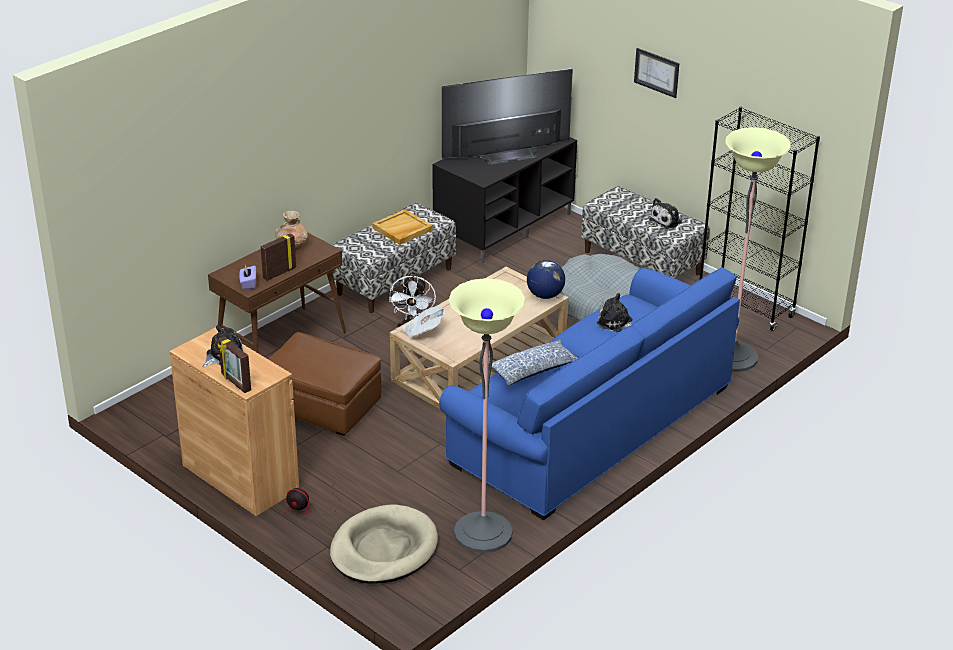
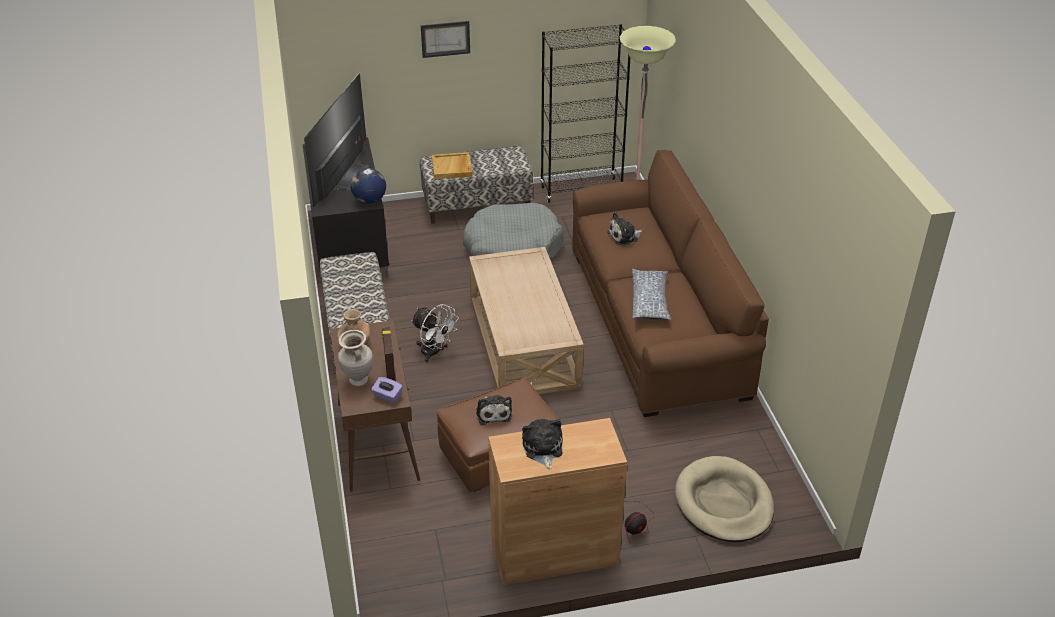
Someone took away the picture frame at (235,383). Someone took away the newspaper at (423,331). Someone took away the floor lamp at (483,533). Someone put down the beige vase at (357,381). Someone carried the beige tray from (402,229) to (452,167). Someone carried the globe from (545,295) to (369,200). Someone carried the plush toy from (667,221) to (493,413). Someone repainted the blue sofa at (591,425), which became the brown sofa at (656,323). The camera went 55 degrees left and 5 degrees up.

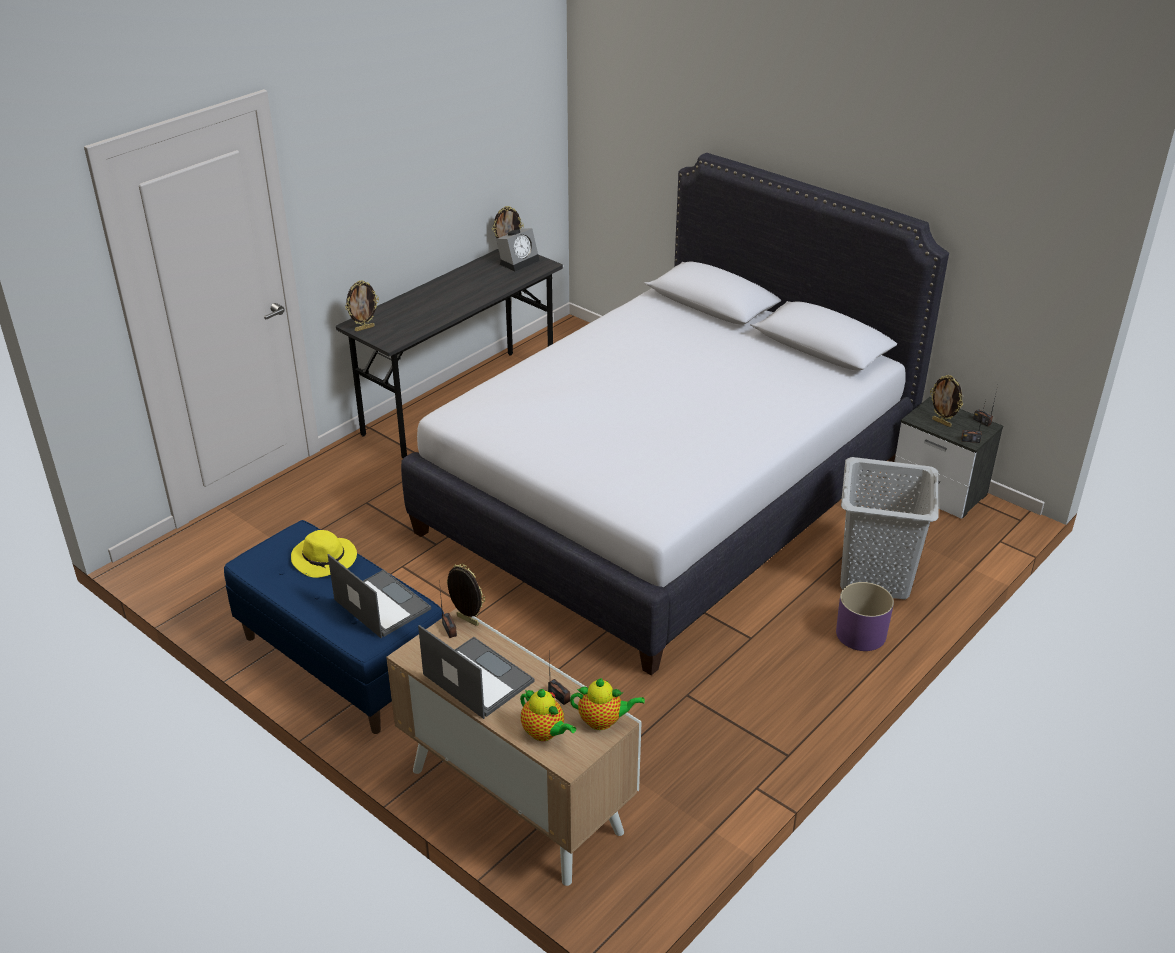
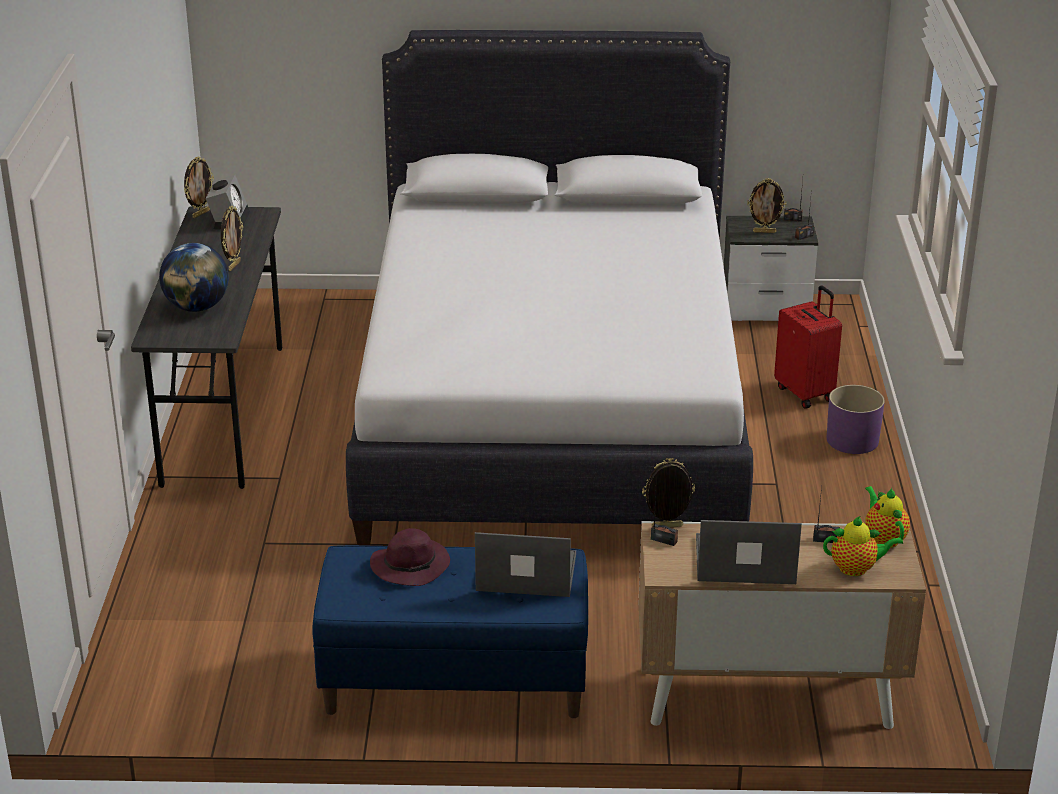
Someone put down the globe at (197,307). Someone carried the picture frame from (364,328) to (234,265). Someone swapped the grey laundry basket at (876,576) for the red suitcase at (806,393). Someone repainted the yellow hat at (325,559), which became the purple hat at (411,565). Someone rotated the teapot at (603,721) by 75 degrees counterclockwise. The camera went 40 degrees left and 5 degrees down.

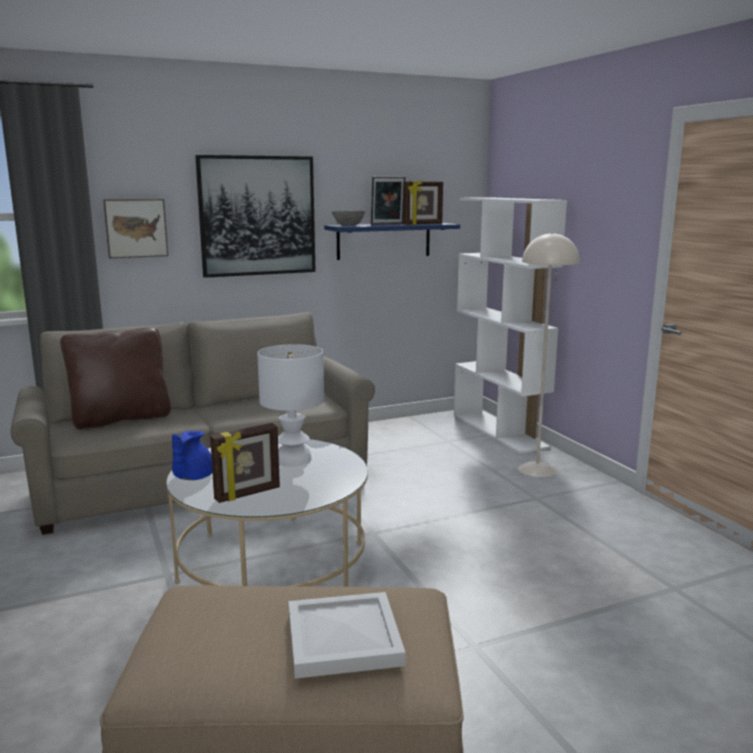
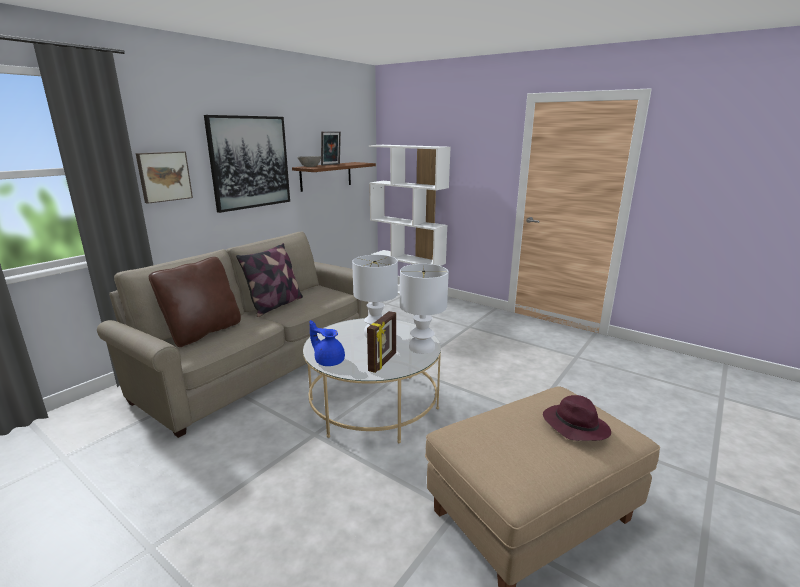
Someone took away the picture frame at (423,224). Someone took away the beige floor lamp at (537,469). Someone put down the pillow at (275,305). Someone put down the white table lamp at (422,347). Someone swapped the white tray at (341,637) for the purple hat at (574,426). Someone repainted the blue shelf at (384,240), which became the brown shelf at (326,176). Someone rotated the blue teapot at (191,477) by 135 degrees clockwise. The camera went 30 degrees left and 5 degrees up.

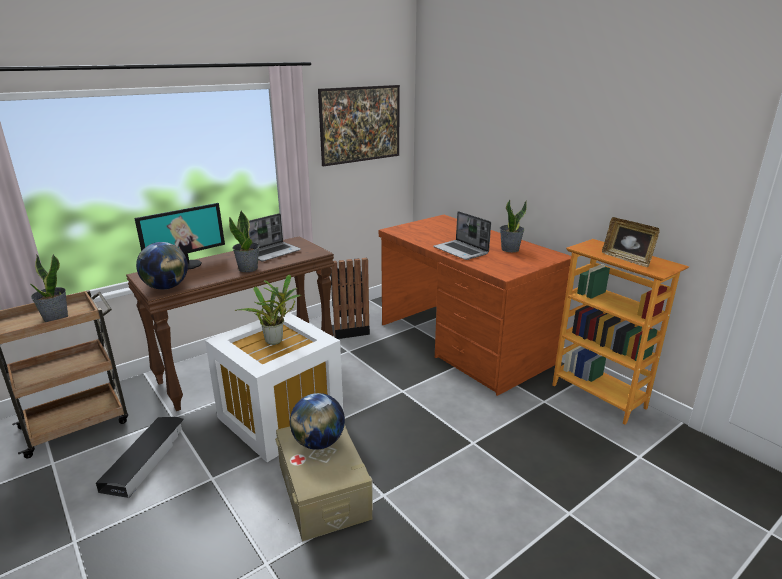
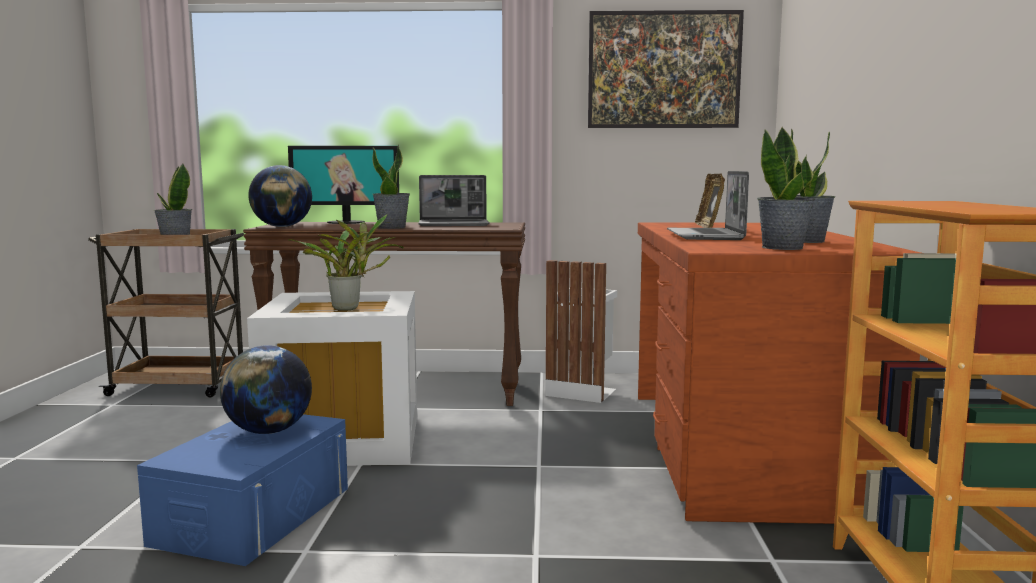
Someone took away the black storage box at (146,459). Someone put down the potted plant at (783,248). Someone carried the picture frame from (626,259) to (709,227). Someone repainted the beige storage box at (323,490), which became the blue storage box at (254,515). Someone repainted the black trash can at (348,329), which became the white trash can at (582,391). The camera went 40 degrees right and 15 degrees down.

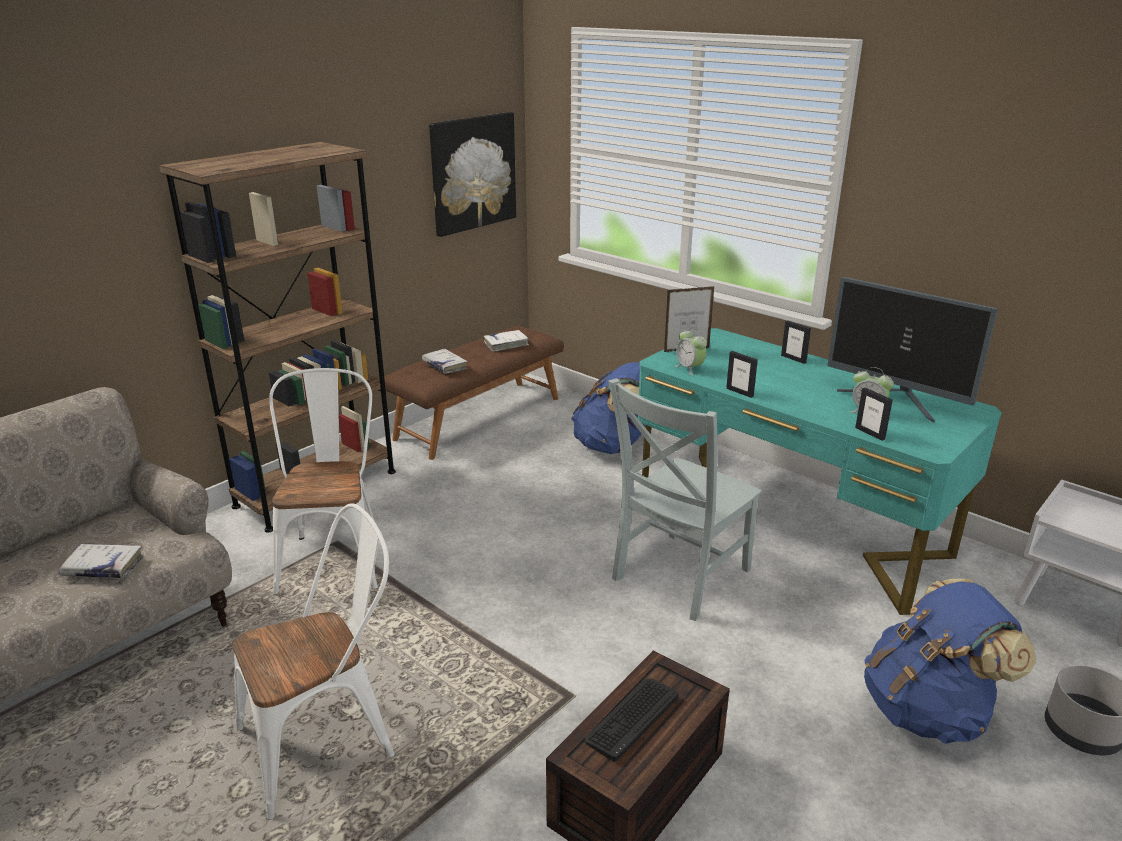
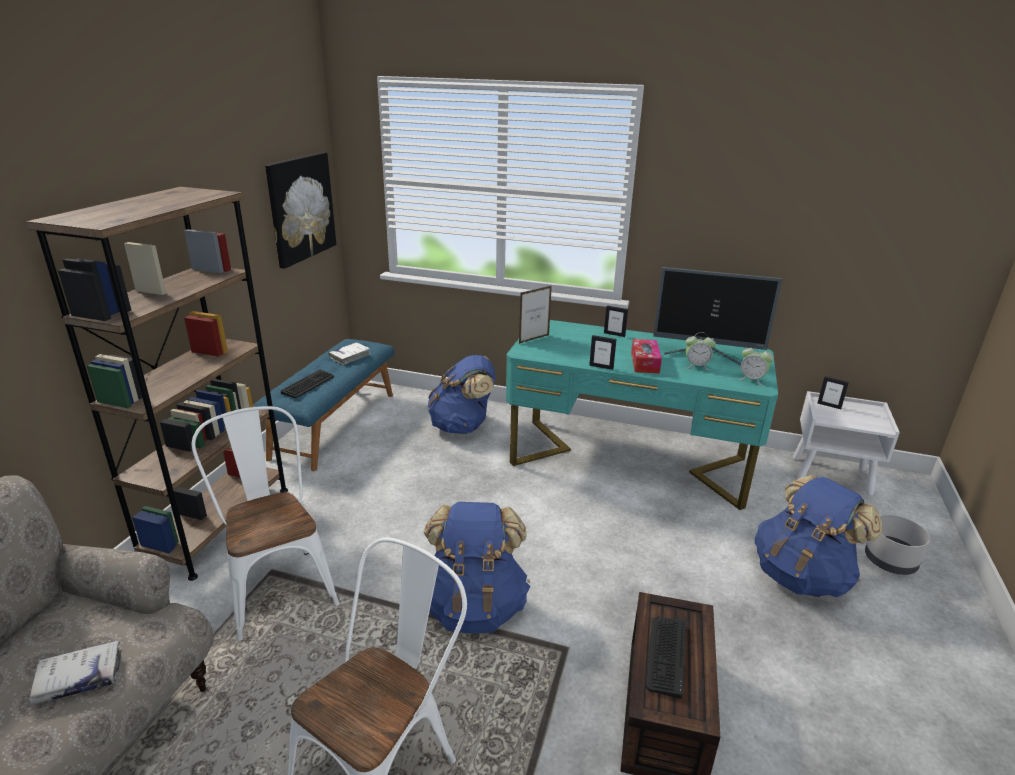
Someone took away the grey chair at (678,577). Someone put down the blue backpack at (474,606). Someone put down the tissue box at (644,362). Someone carried the alarm clock from (689,368) to (752,380). Someone carried the picture frame from (870,433) to (829,405). Someone swapped the white book at (444,366) for the keyboard at (308,384). Someone repainted the brown bench at (478,418), which became the blue bench at (334,424). The camera went 25 degrees left and 0 degrees up.

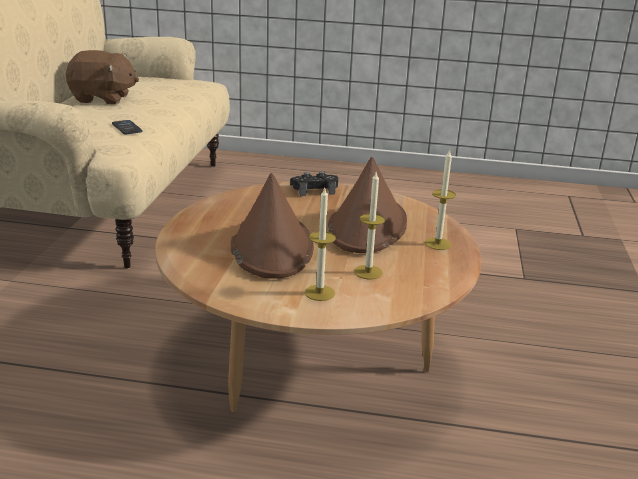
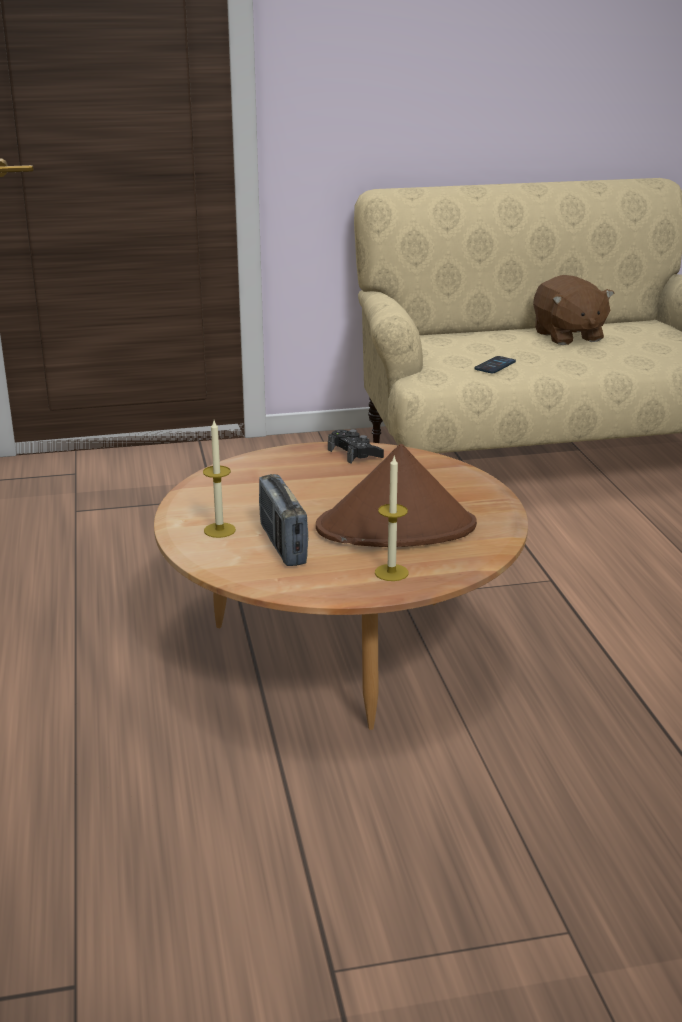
Someone took away the brown hat at (271,247). Someone carried the black game controller from (314,190) to (354,453). Someone swapped the candle at (368,272) for the radio at (282,545). The camera went 70 degrees right and 0 degrees up.

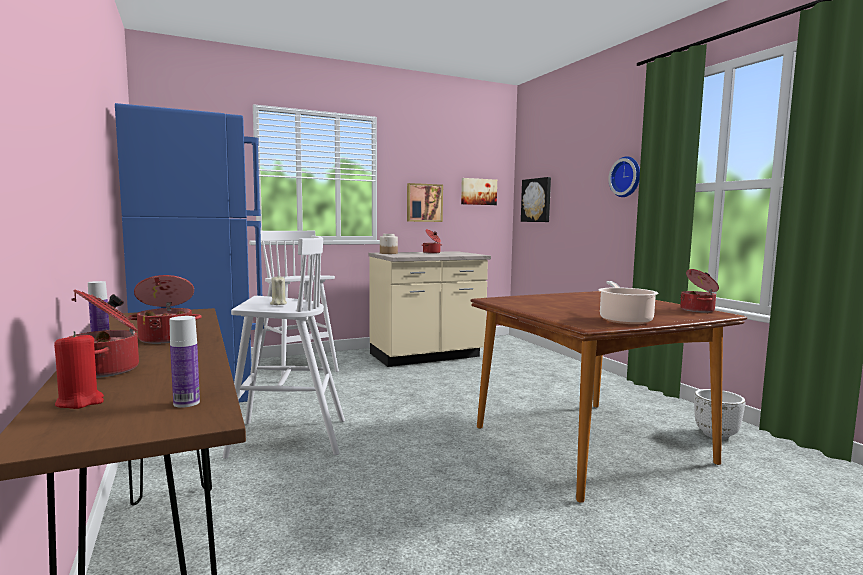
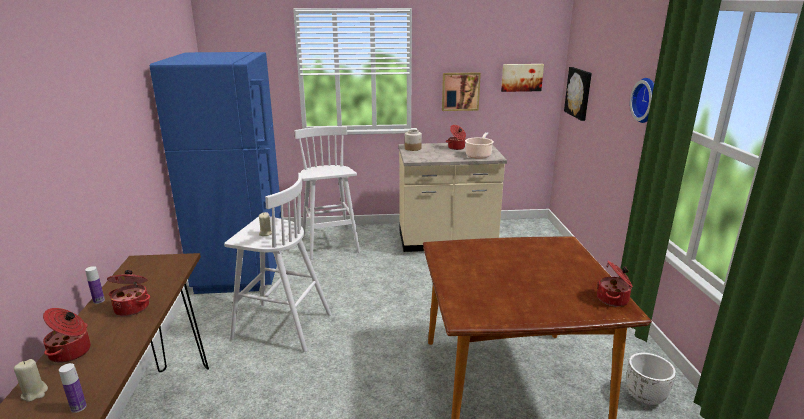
Someone carried the cooking pot from (624,320) to (478,155). Someone repainted the red candle at (80,402), which became the beige candle at (35,393). The camera went 20 degrees right and 15 degrees up.

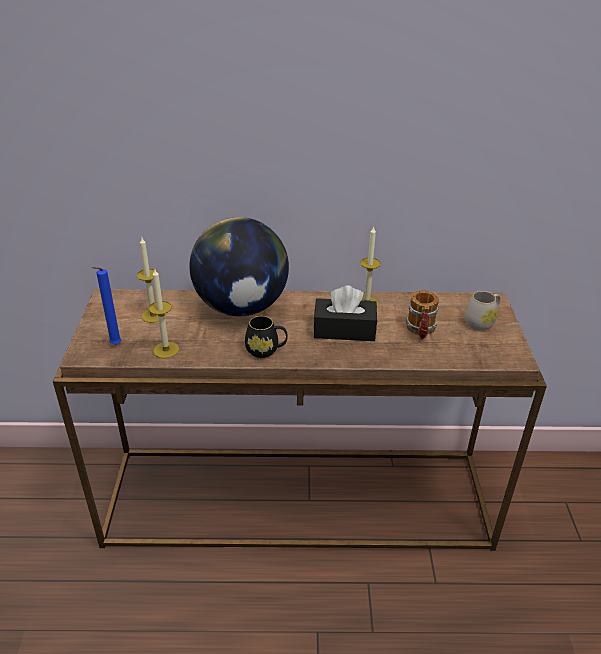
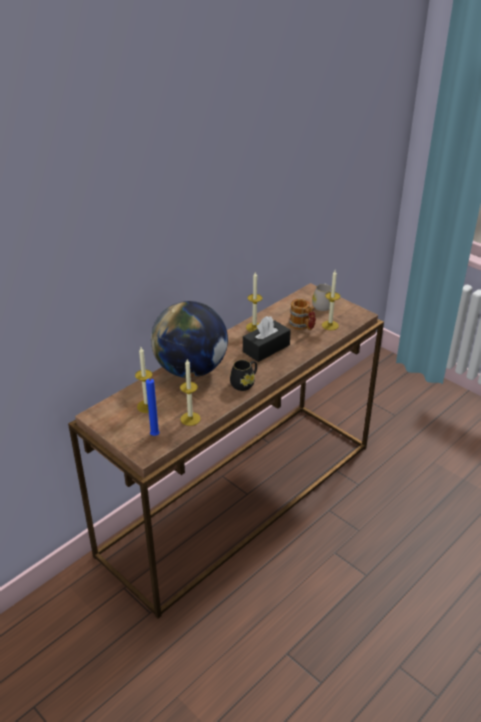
Someone put down the candle at (330,325). The camera went 45 degrees left and 0 degrees up.

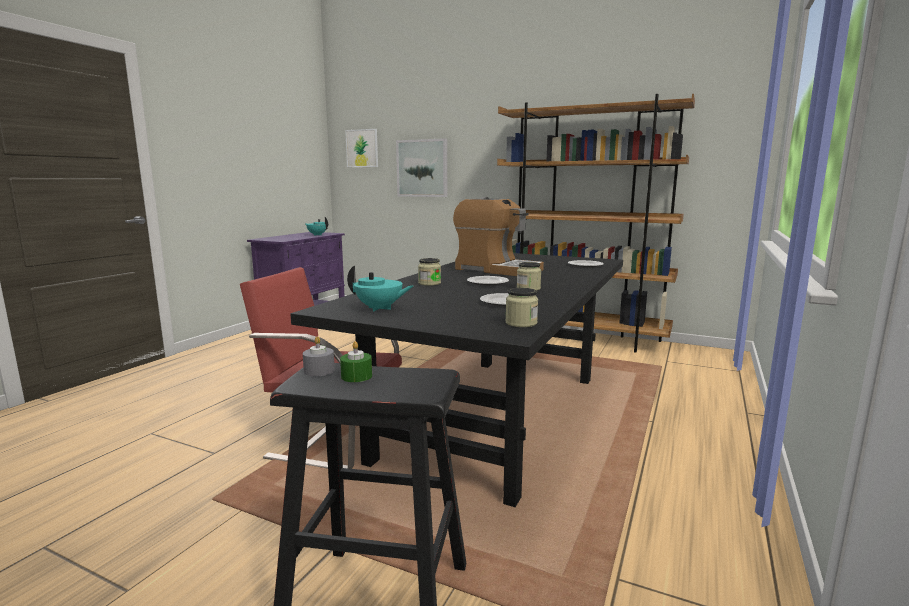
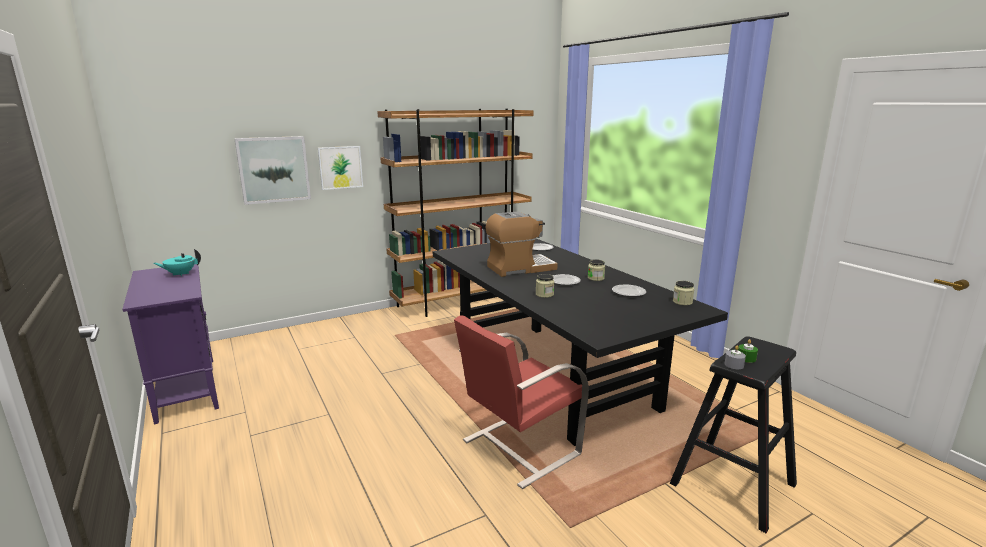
Someone took away the turquoise teapot at (379,308). Someone carried the picture from (362,148) to (340,167). The camera went 55 degrees left and 5 degrees up.

